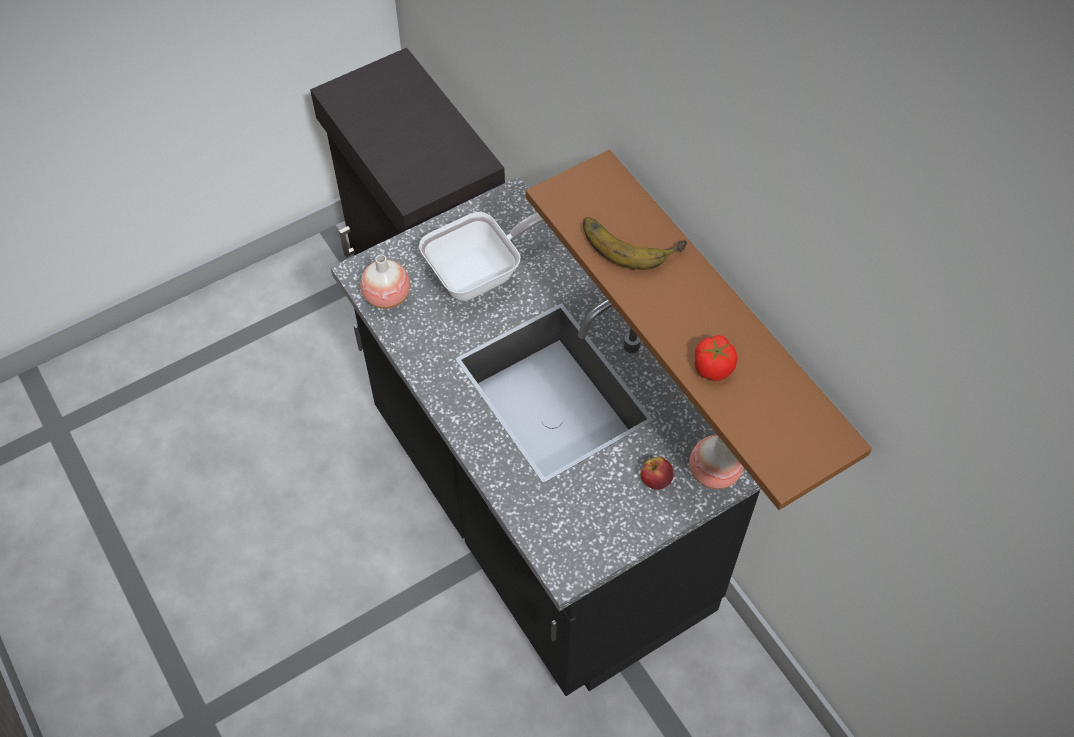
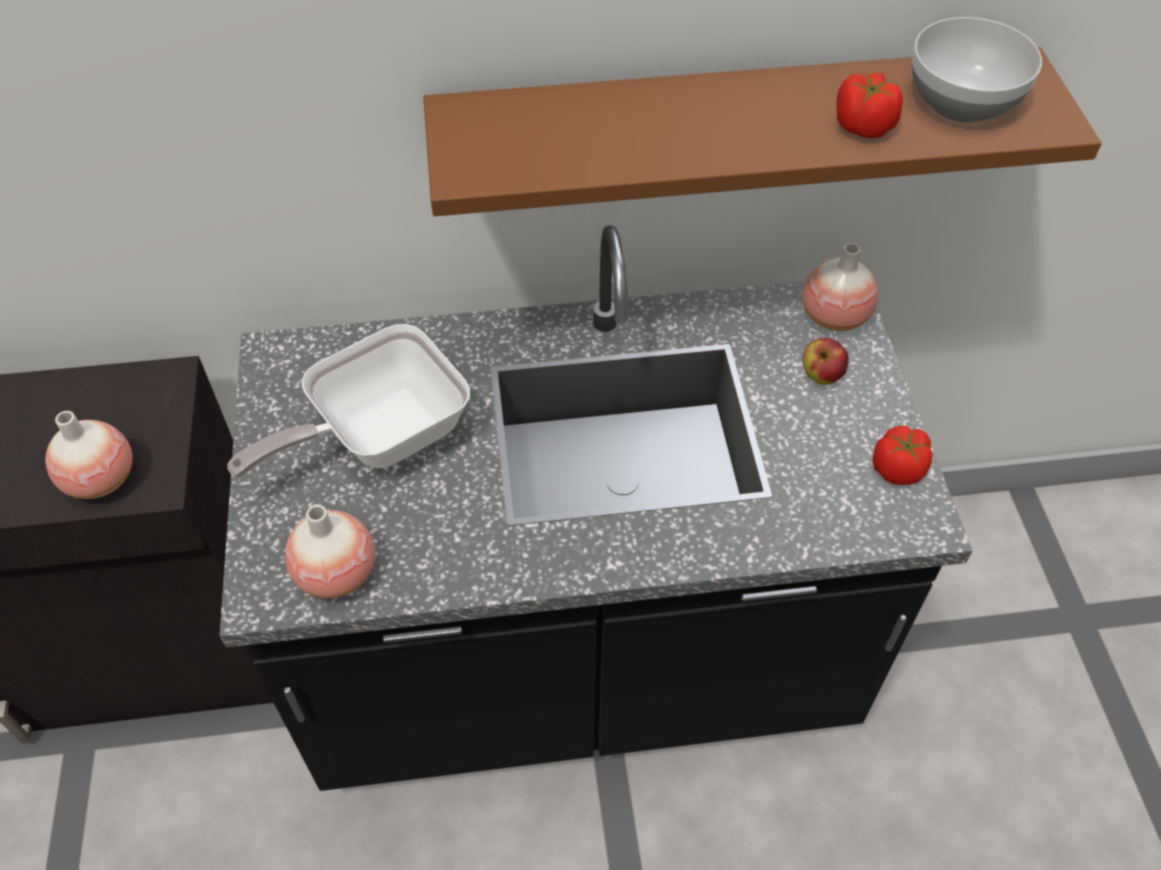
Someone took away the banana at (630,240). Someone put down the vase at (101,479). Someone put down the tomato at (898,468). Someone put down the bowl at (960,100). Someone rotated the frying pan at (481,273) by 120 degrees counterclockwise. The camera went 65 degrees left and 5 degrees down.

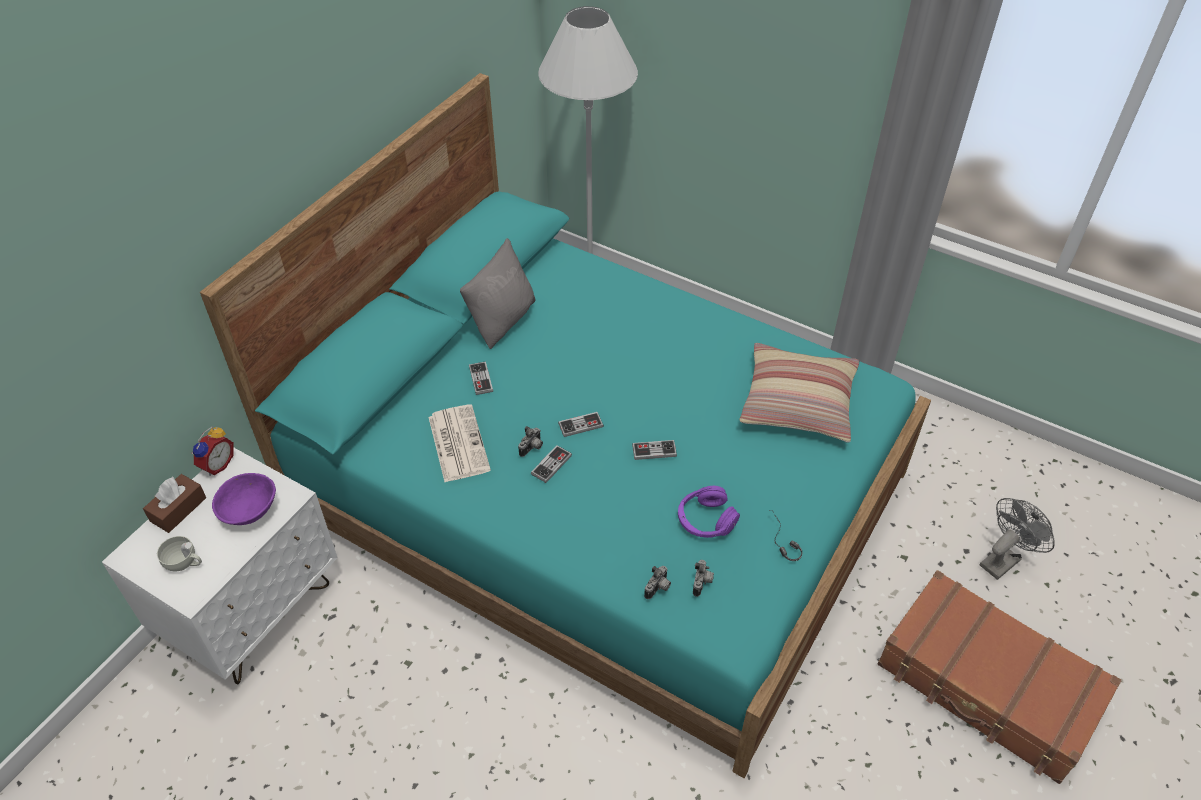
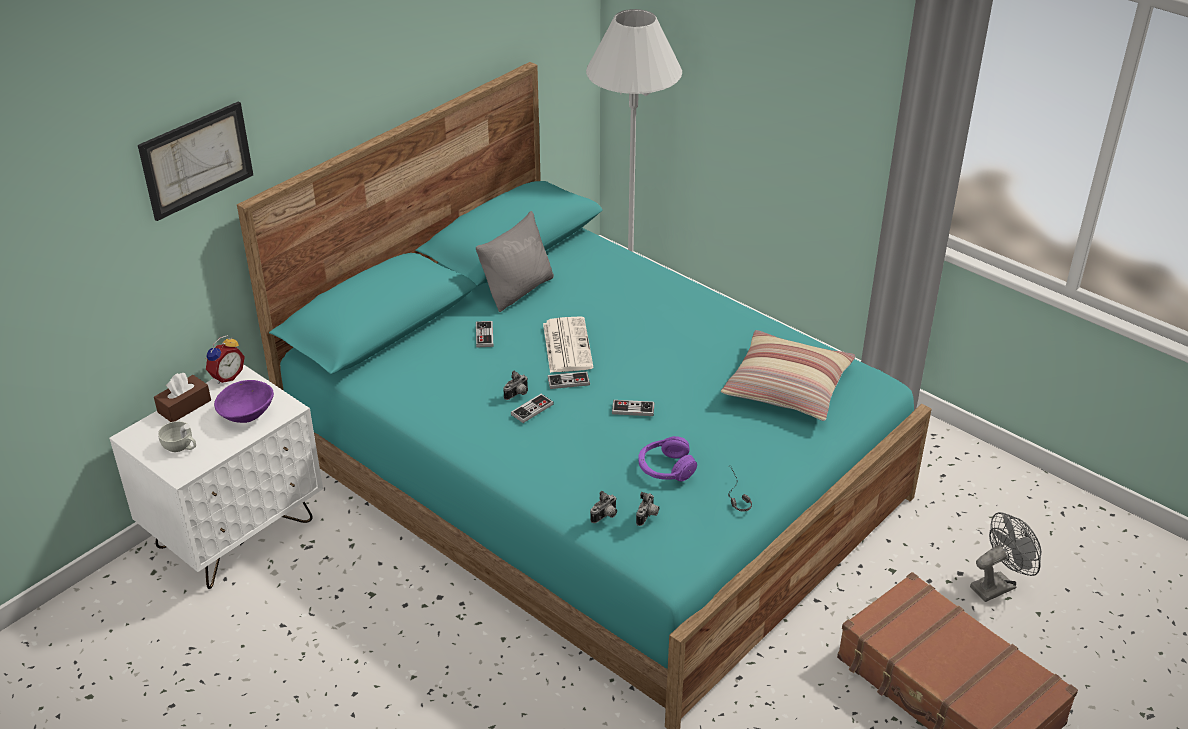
Someone put up the picture at (196,160). Someone carried the newspaper from (457,443) to (566,345). The camera went 10 degrees right and 10 degrees down.

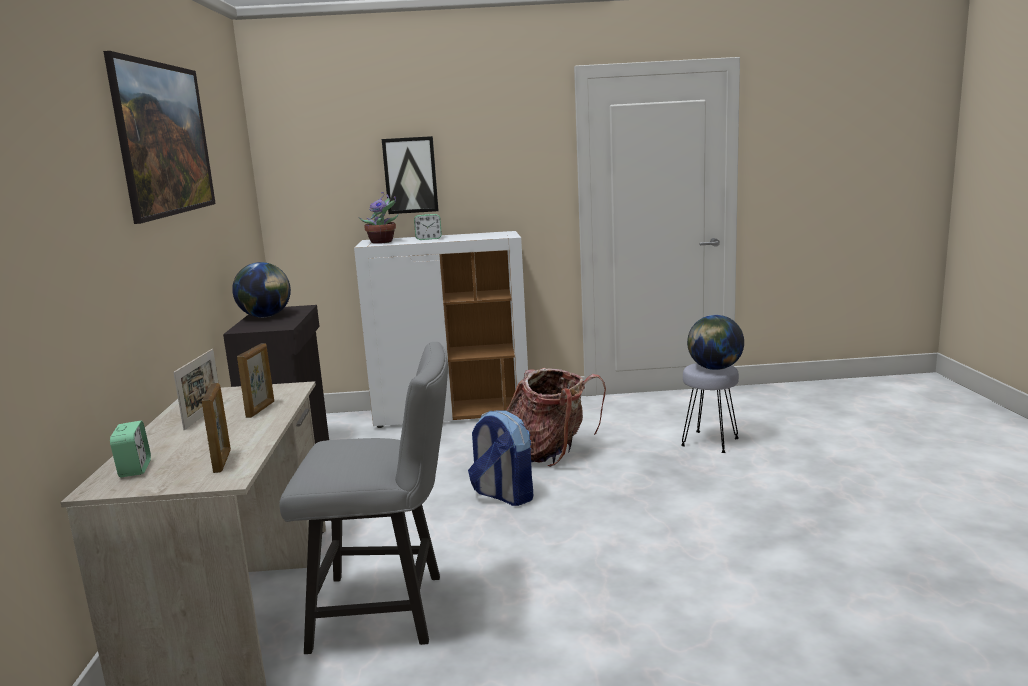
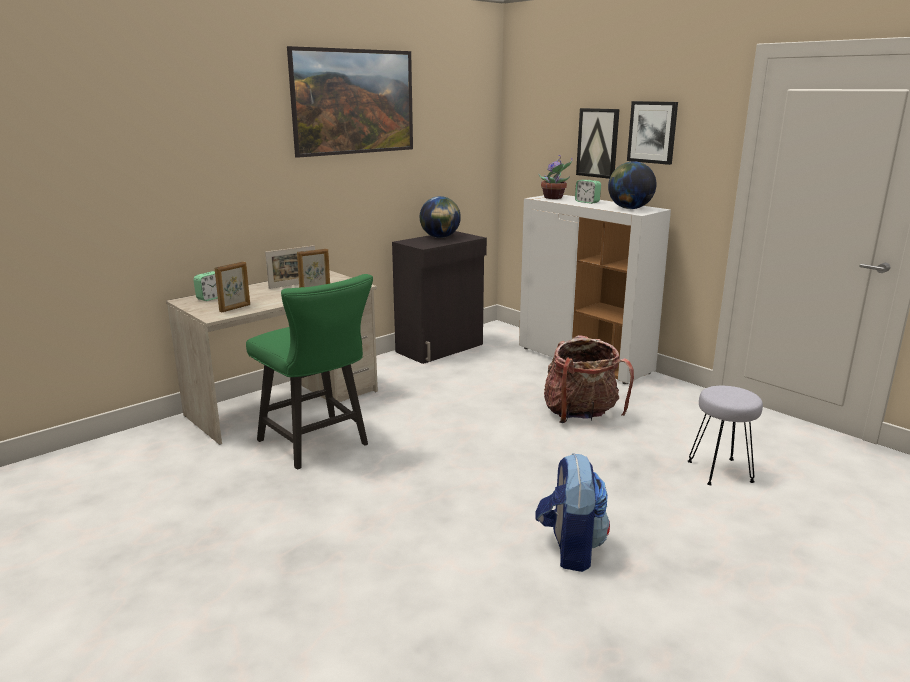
Someone put up the picture at (652,132). Someone carried the backpack from (503,495) to (570,549). Someone carried the globe from (714,368) to (629,208). Someone repainted the grey chair at (389,610), which became the green chair at (318,445). The camera went 50 degrees right and 5 degrees up.

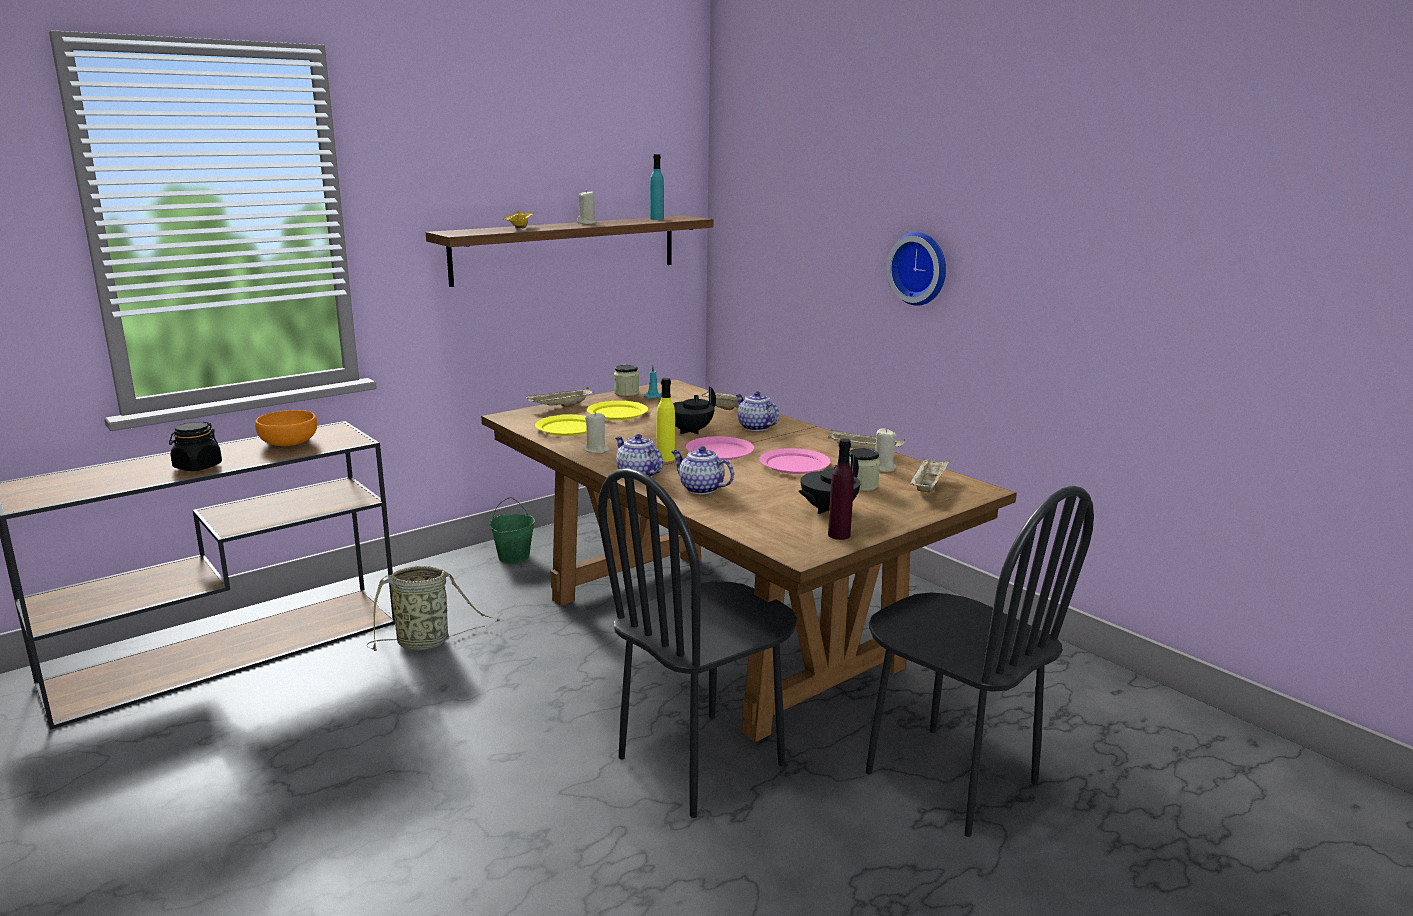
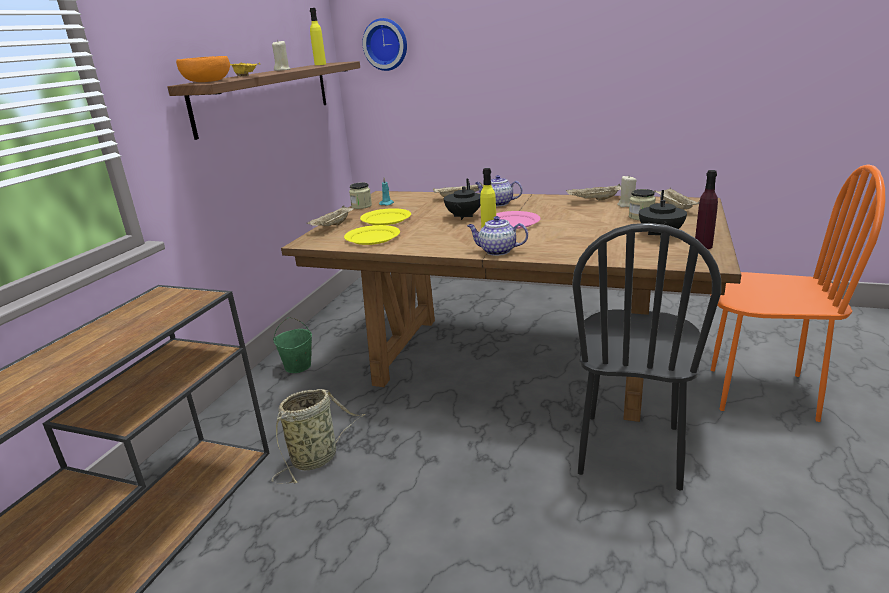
Someone took away the black jar at (197,466). Someone took away the beige candle at (596,450). Someone took away the teapot at (700,489). Someone took away the pink plate at (794,465). Someone carried the orange bowl from (288,442) to (206,82). Someone carried the wall clock from (920,268) to (386,44). Someone repainted the turquoise bottle at (657,219), which became the yellow bottle at (320,64). Someone repainted the black chair at (950,778), which became the orange chair at (761,392). The camera went 30 degrees left and 5 degrees up.

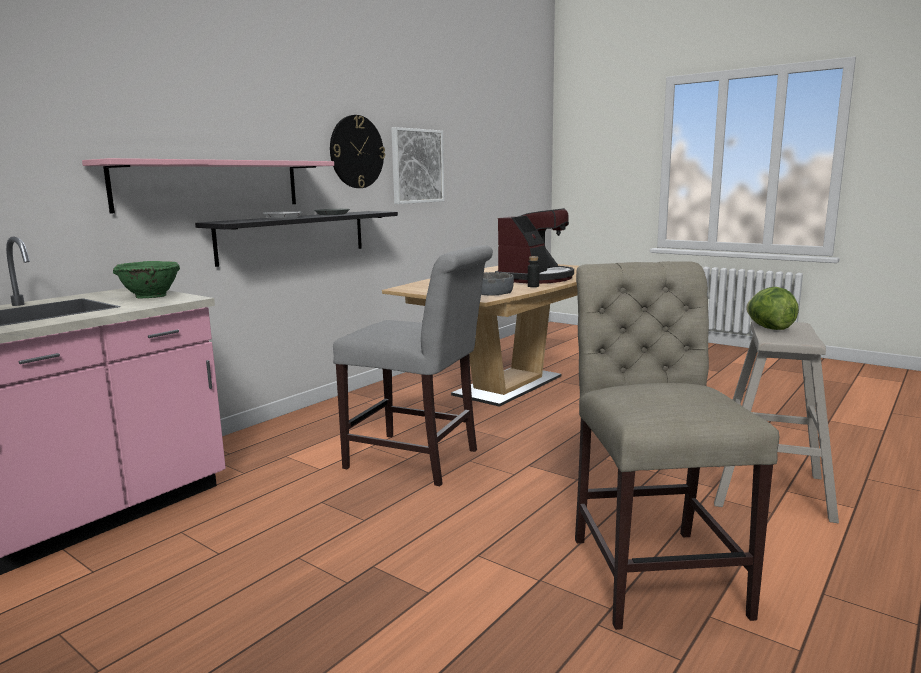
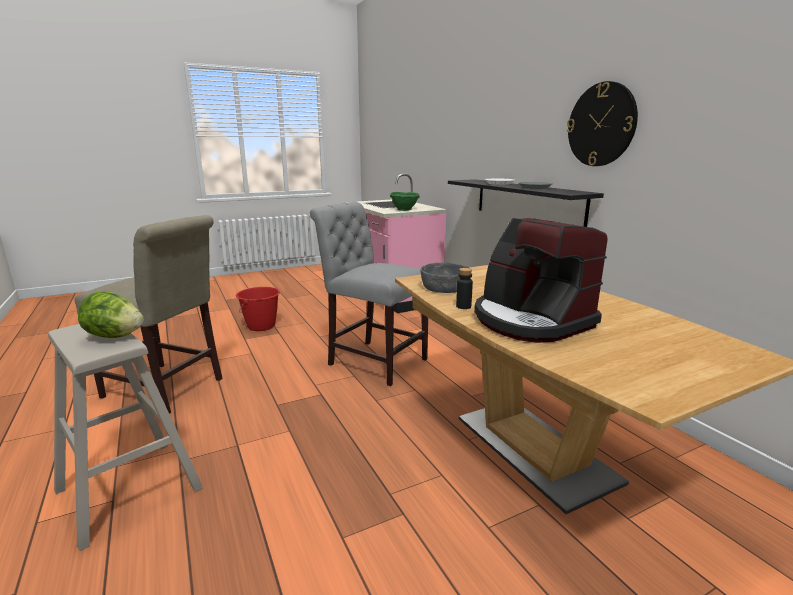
Someone took away the pink shelf at (211,185). Someone took away the picture at (417,166). Someone put down the red bucket at (261,326). Someone rotated the grey chair at (418,460) by 75 degrees clockwise. The camera went 115 degrees right and 5 degrees up.

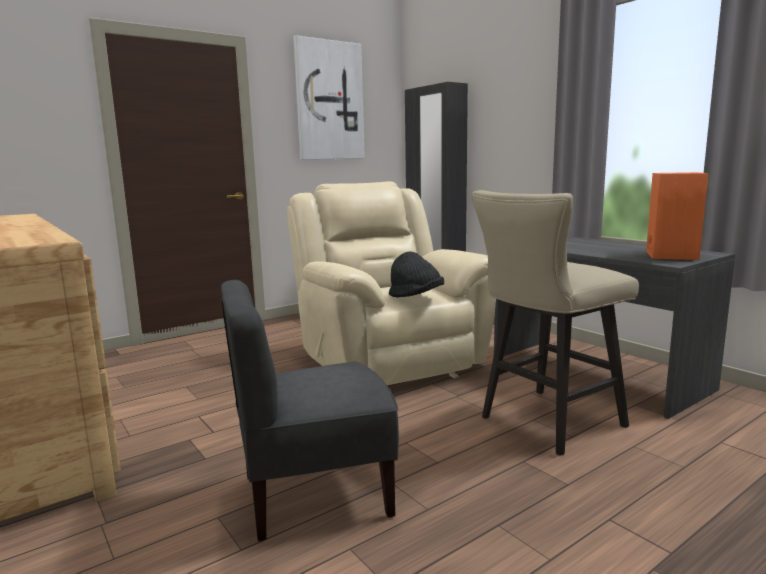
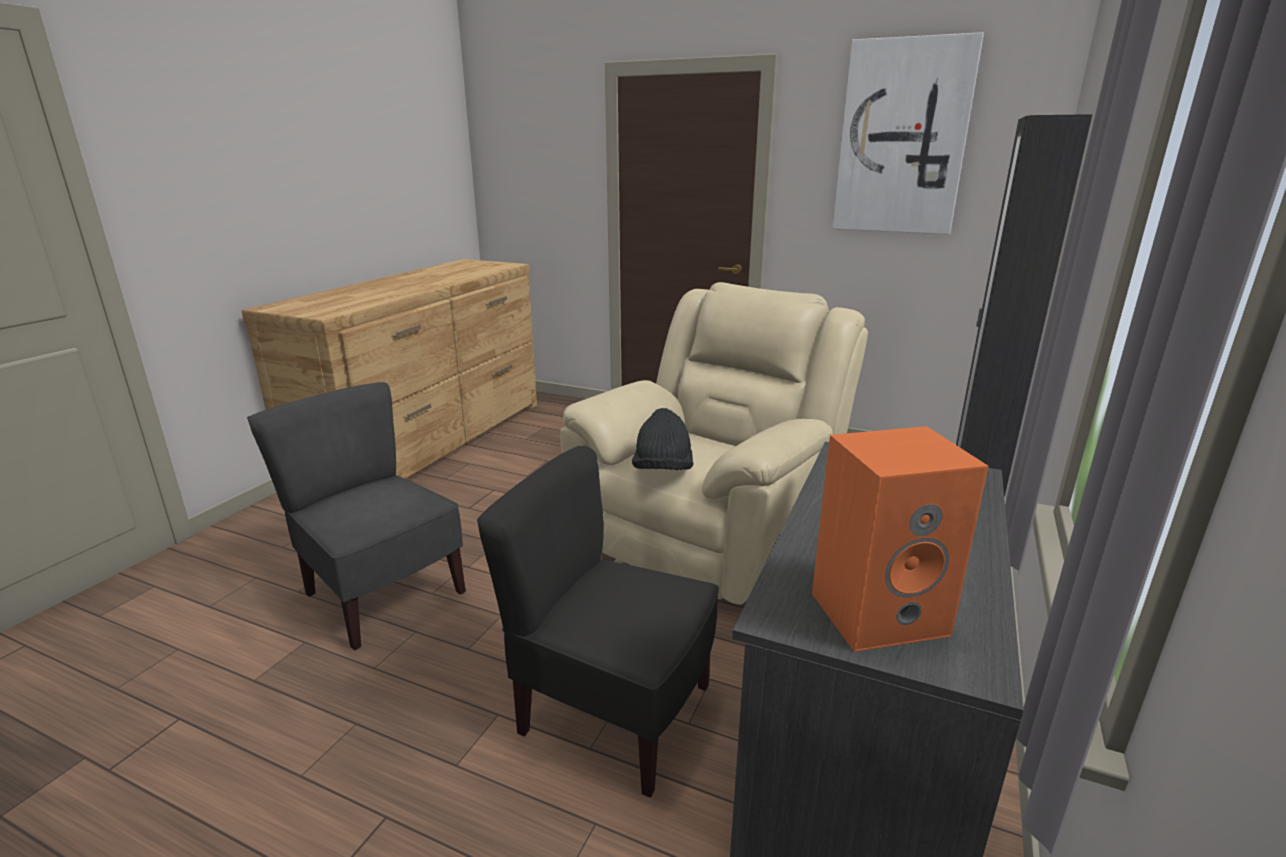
Someone swapped the beige stool at (544,423) for the black chair at (614,713). The camera went 60 degrees right and 10 degrees up.

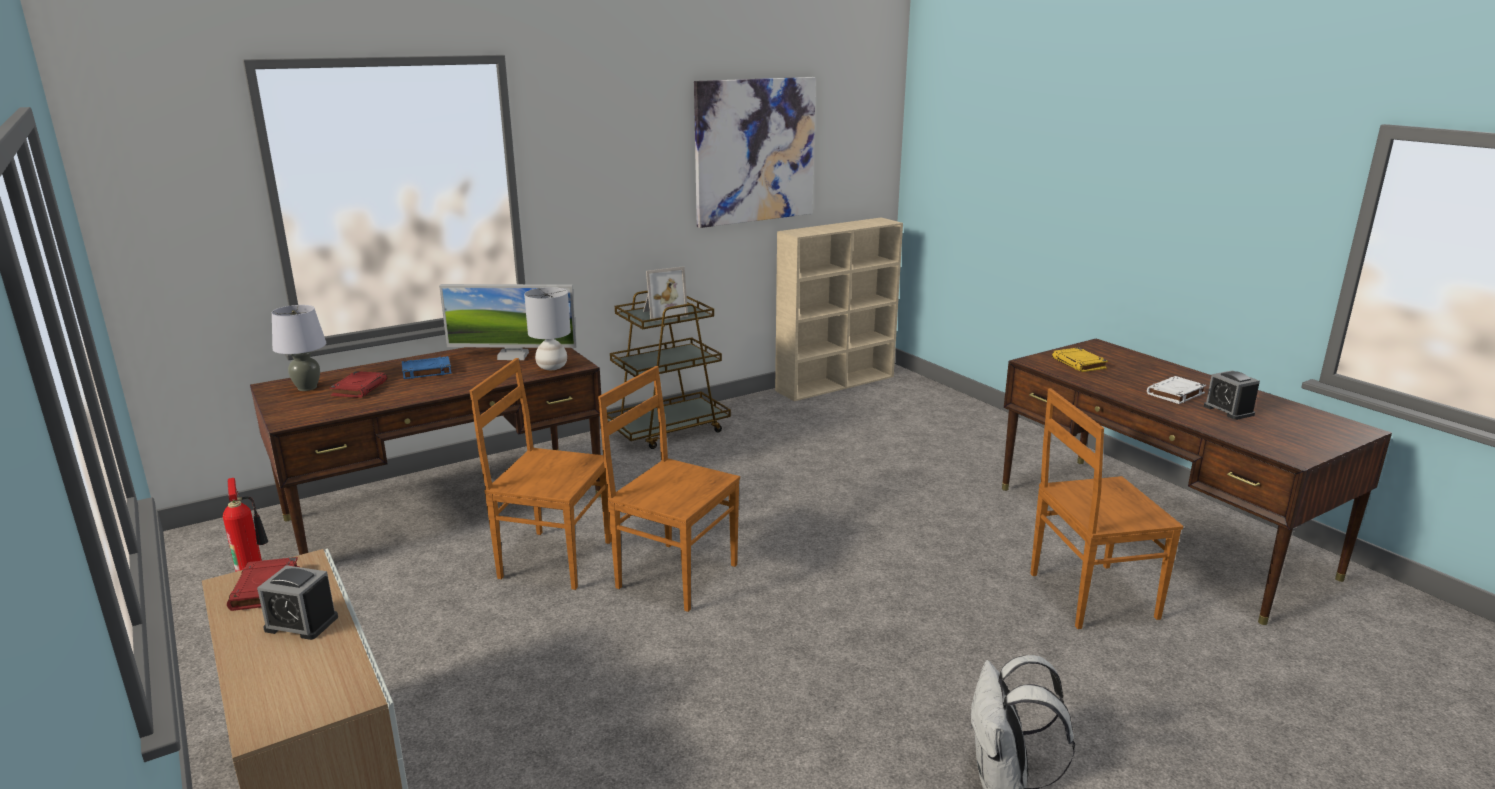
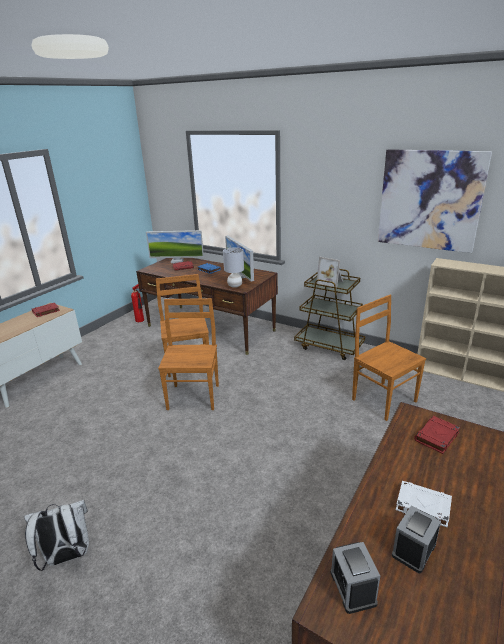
Someone carried the alarm clock from (301,623) to (353,587). Someone carried the brown chair from (1089,596) to (382,399). Someone swapped the grey table lamp at (307,388) for the monitor at (177,261). Someone repainted the yellow book at (1079,363), which became the red book at (436,437). The camera went 65 degrees right and 5 degrees up.

